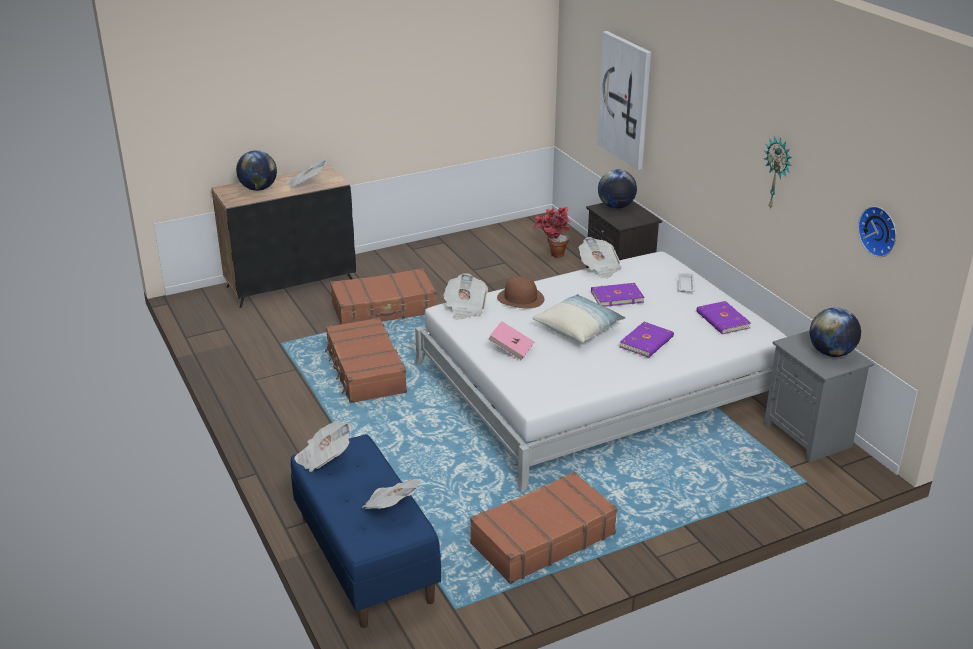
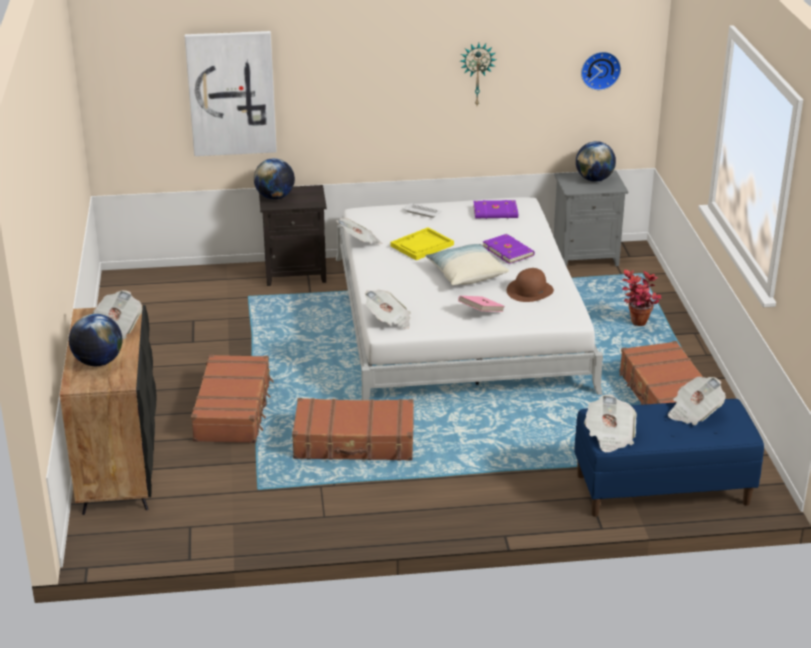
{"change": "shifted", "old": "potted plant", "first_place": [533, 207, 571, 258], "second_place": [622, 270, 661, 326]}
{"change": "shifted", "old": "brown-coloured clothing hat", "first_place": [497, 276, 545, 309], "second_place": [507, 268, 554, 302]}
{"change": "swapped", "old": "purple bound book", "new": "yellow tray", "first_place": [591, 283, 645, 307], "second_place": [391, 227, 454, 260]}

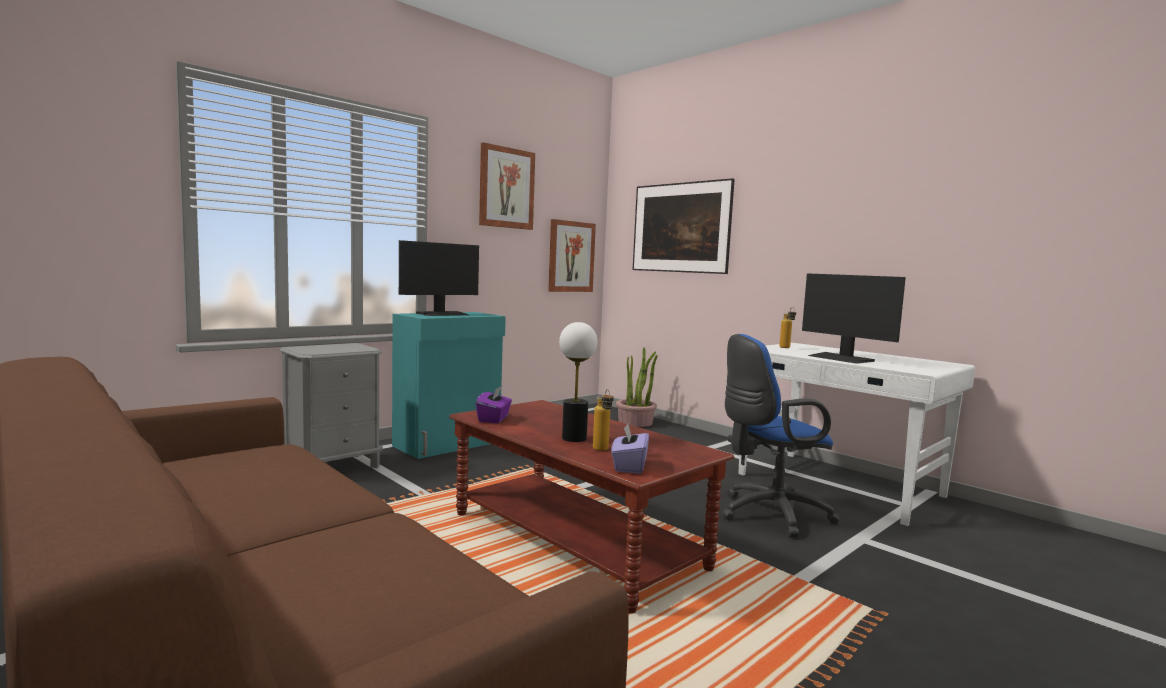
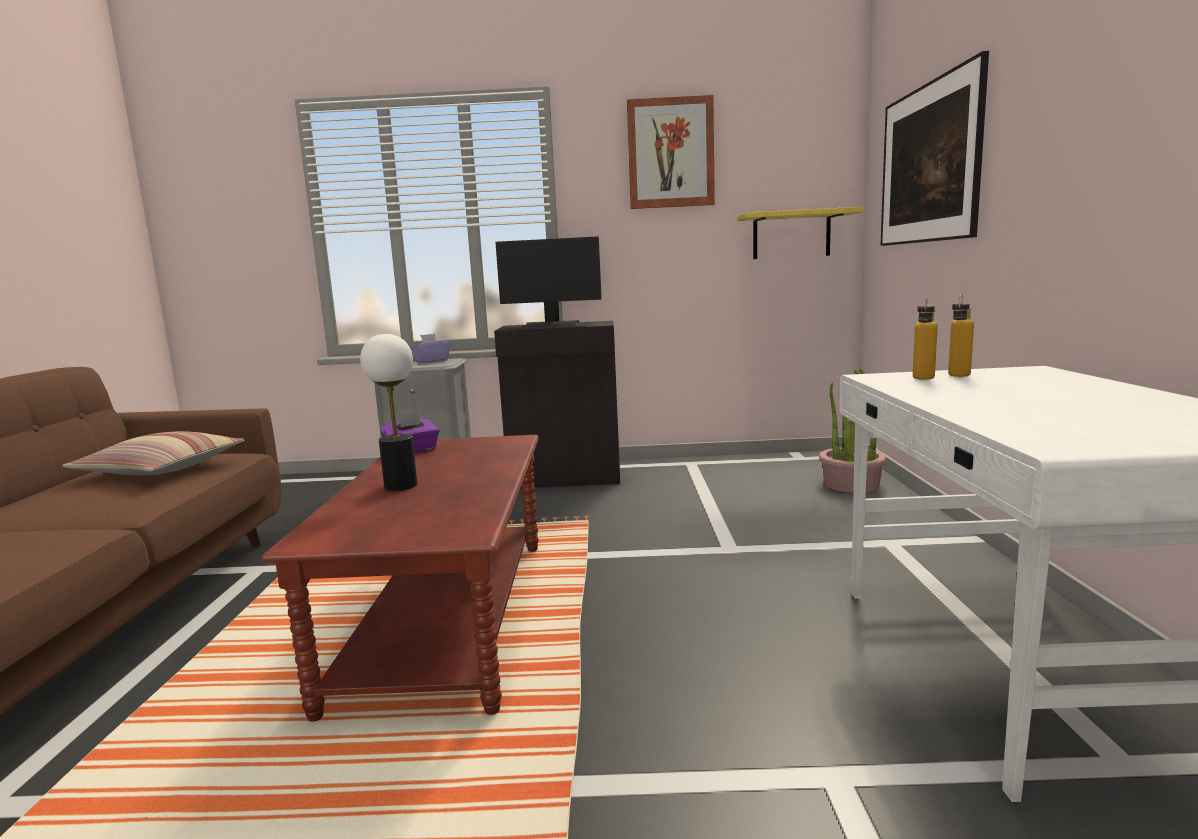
{"change": "swapped", "old": "picture", "new": "yellow wall shelf", "first_place": [548, 219, 596, 292], "second_place": [737, 207, 864, 259]}
{"change": "gone", "old": "monitor", "first_place": [802, 273, 906, 364]}
{"change": "repainted", "old": "turquoise cabinet", "new": "blackish cabinet", "first_place": [392, 312, 506, 459], "second_place": [494, 321, 620, 488]}
{"change": "gone", "old": "blue-coloured office chair", "first_place": [722, 334, 839, 538]}
{"change": "shifted", "old": "drink bottle", "first_place": [593, 389, 614, 451], "second_place": [913, 296, 938, 380]}
{"change": "shifted", "old": "purple tissue holder", "first_place": [611, 423, 649, 474], "second_place": [410, 333, 450, 363]}
{"change": "new", "new": "throw pillow", "second_place": [62, 431, 245, 475]}

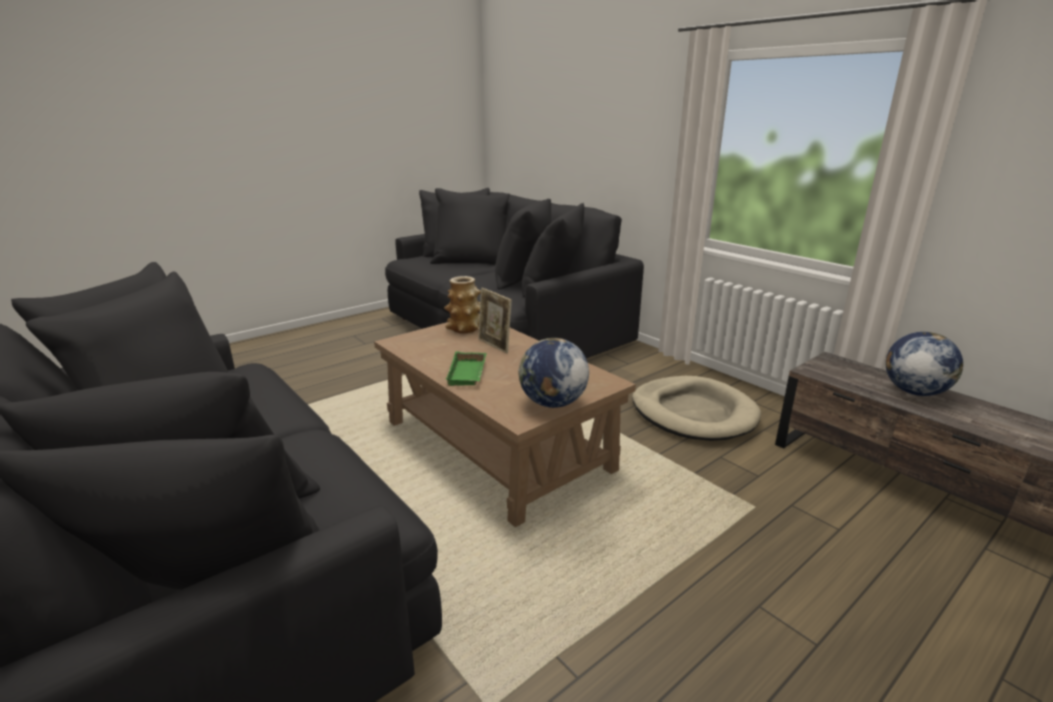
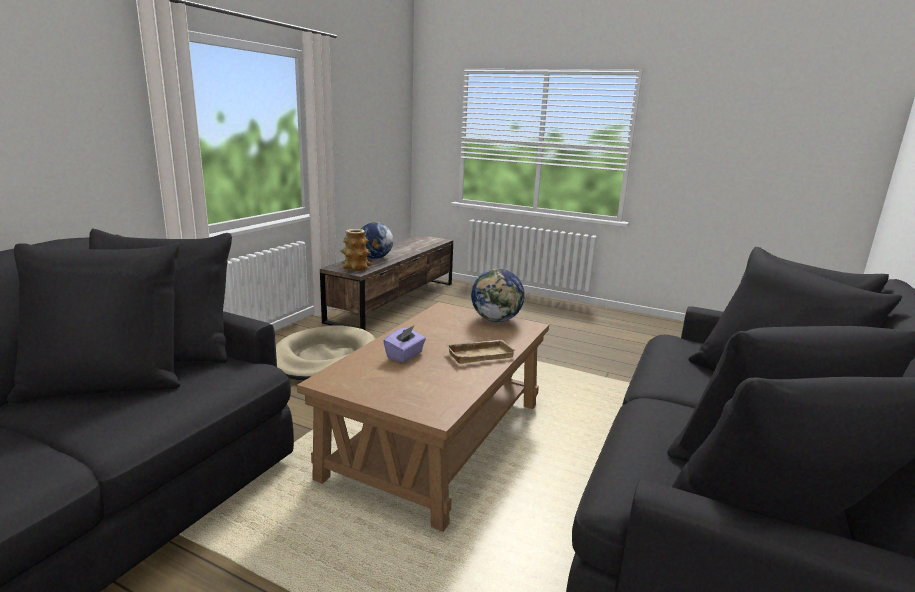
{"change": "shifted", "old": "decorative vase", "first_place": [444, 276, 481, 334], "second_place": [340, 229, 371, 271]}
{"change": "swapped", "old": "picture frame", "new": "purple tissue holder", "first_place": [478, 287, 512, 354], "second_place": [383, 326, 426, 363]}
{"change": "repainted", "old": "greenish tray", "new": "sand-coloured tray", "first_place": [445, 351, 486, 386], "second_place": [446, 340, 516, 364]}

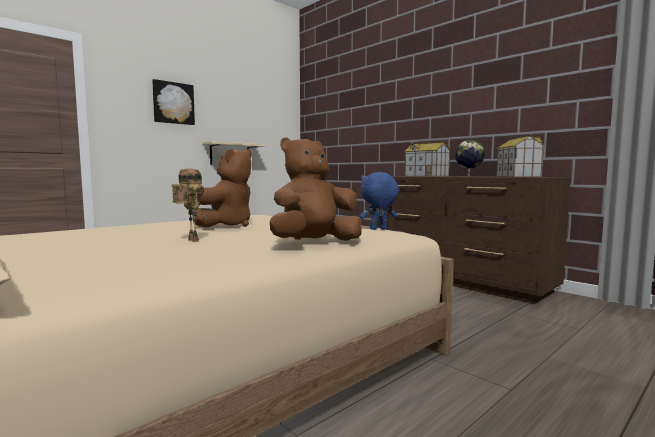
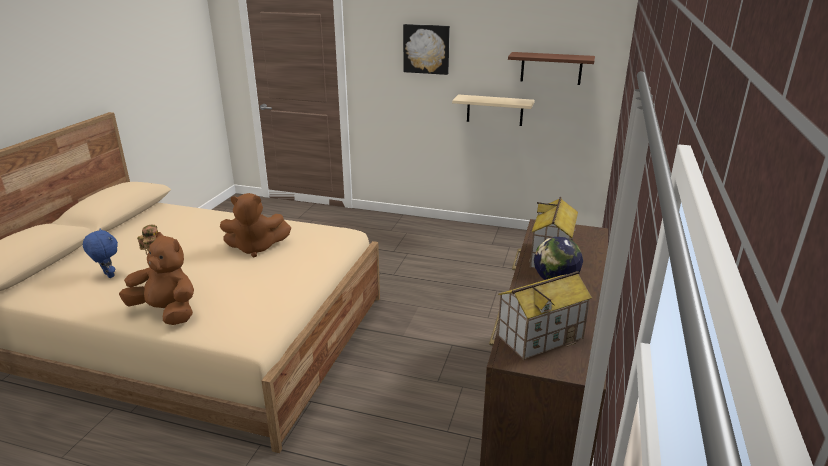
{"change": "shifted", "old": "blue-coloured soft toy", "first_place": [360, 172, 399, 230], "second_place": [83, 229, 118, 278]}
{"change": "new", "new": "brown-coloured wall shelf", "second_place": [508, 52, 595, 85]}

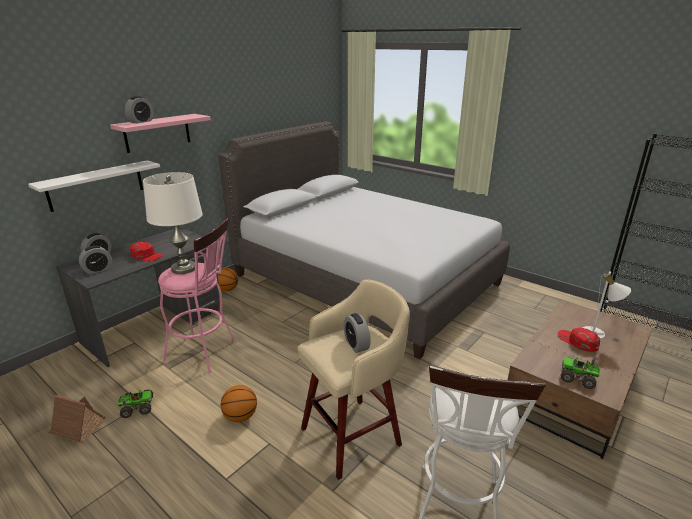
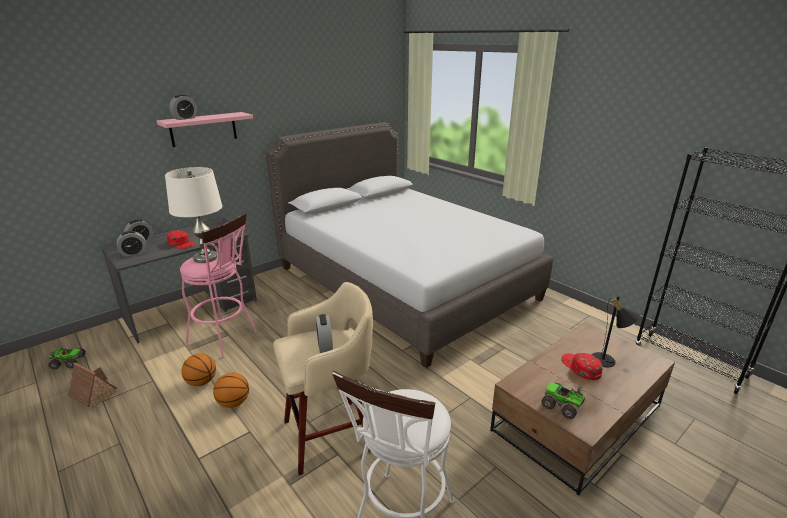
{"change": "gone", "old": "whitish wall shelf", "first_place": [28, 160, 160, 212]}
{"change": "shifted", "old": "ball for basketball", "first_place": [217, 268, 238, 291], "second_place": [181, 353, 216, 386]}
{"change": "repainted", "old": "whitish table lamp", "new": "blackish table lamp", "first_place": [582, 272, 631, 339], "second_place": [592, 296, 640, 367]}
{"change": "shifted", "old": "toy truck", "first_place": [118, 390, 153, 418], "second_place": [48, 347, 86, 369]}

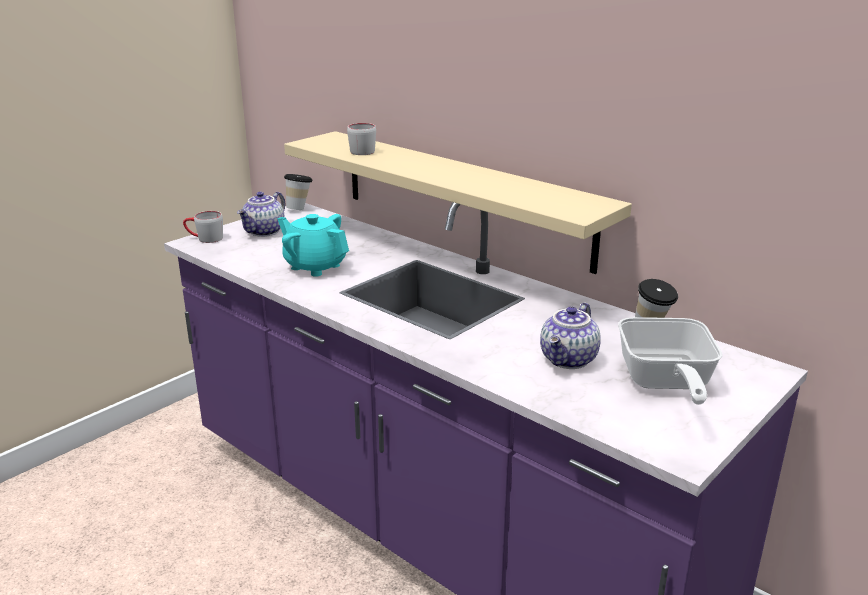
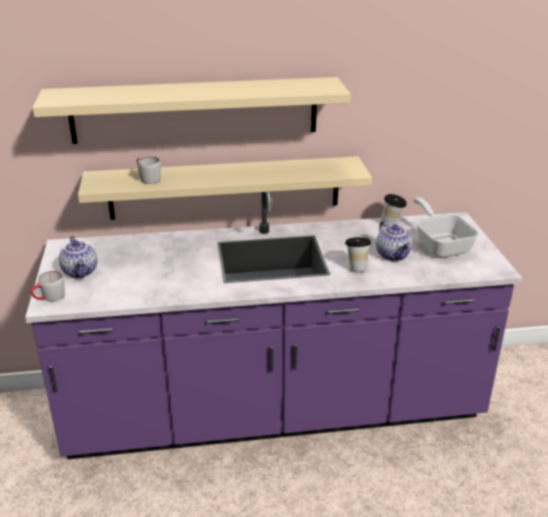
{"change": "shifted", "old": "cup", "first_place": [284, 174, 312, 210], "second_place": [345, 237, 371, 271]}
{"change": "gone", "old": "turquoise tea pot", "first_place": [278, 214, 349, 277]}
{"change": "rotated", "old": "skillet", "first_place": [618, 317, 723, 405], "second_place": [413, 197, 479, 257], "degrees": -150}
{"change": "new", "new": "sand-coloured wall shelf", "second_place": [33, 77, 351, 144]}

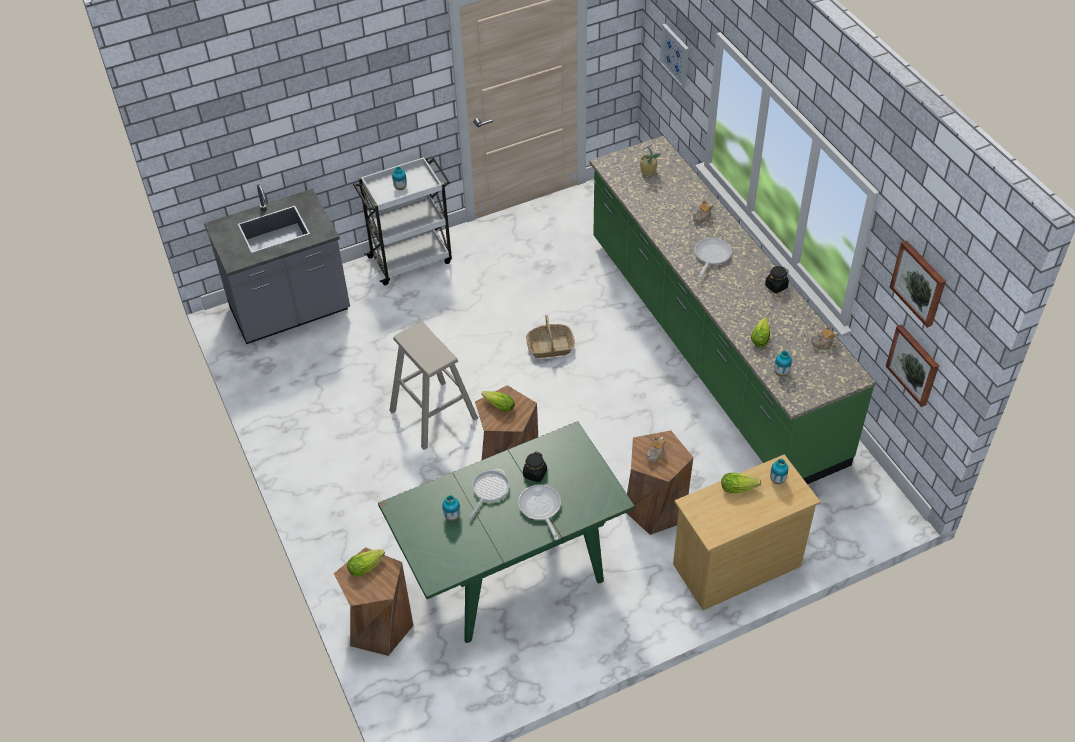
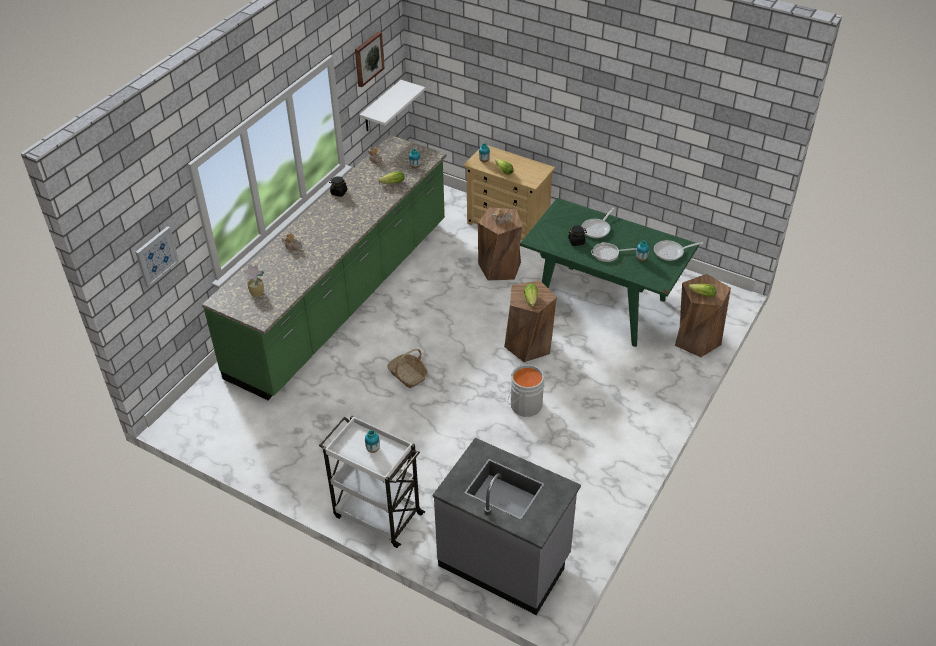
{"change": "shifted", "old": "skillet", "first_place": [694, 238, 732, 278], "second_place": [654, 240, 703, 261]}
{"change": "swapped", "old": "sand-coloured stool seat", "new": "gray pail", "first_place": [389, 322, 478, 450], "second_place": [507, 364, 545, 417]}
{"change": "swapped", "old": "picture", "new": "whitish wall shelf", "first_place": [886, 324, 939, 407], "second_place": [360, 80, 426, 131]}

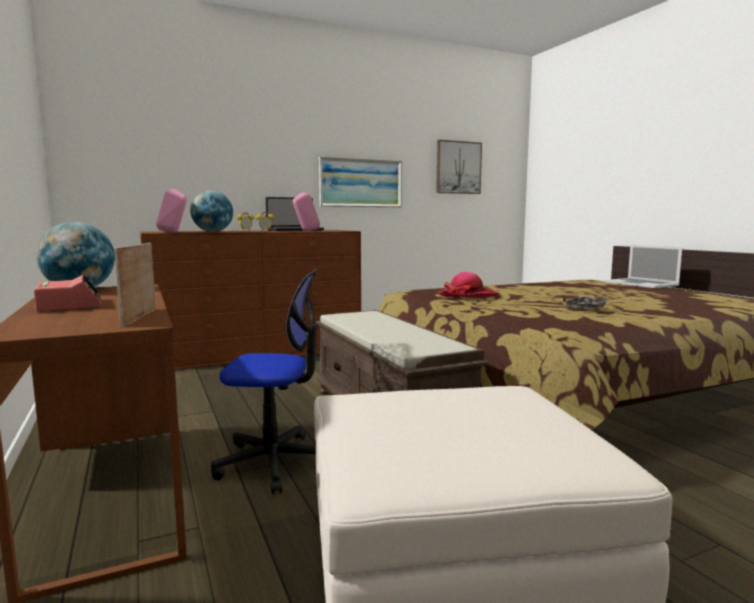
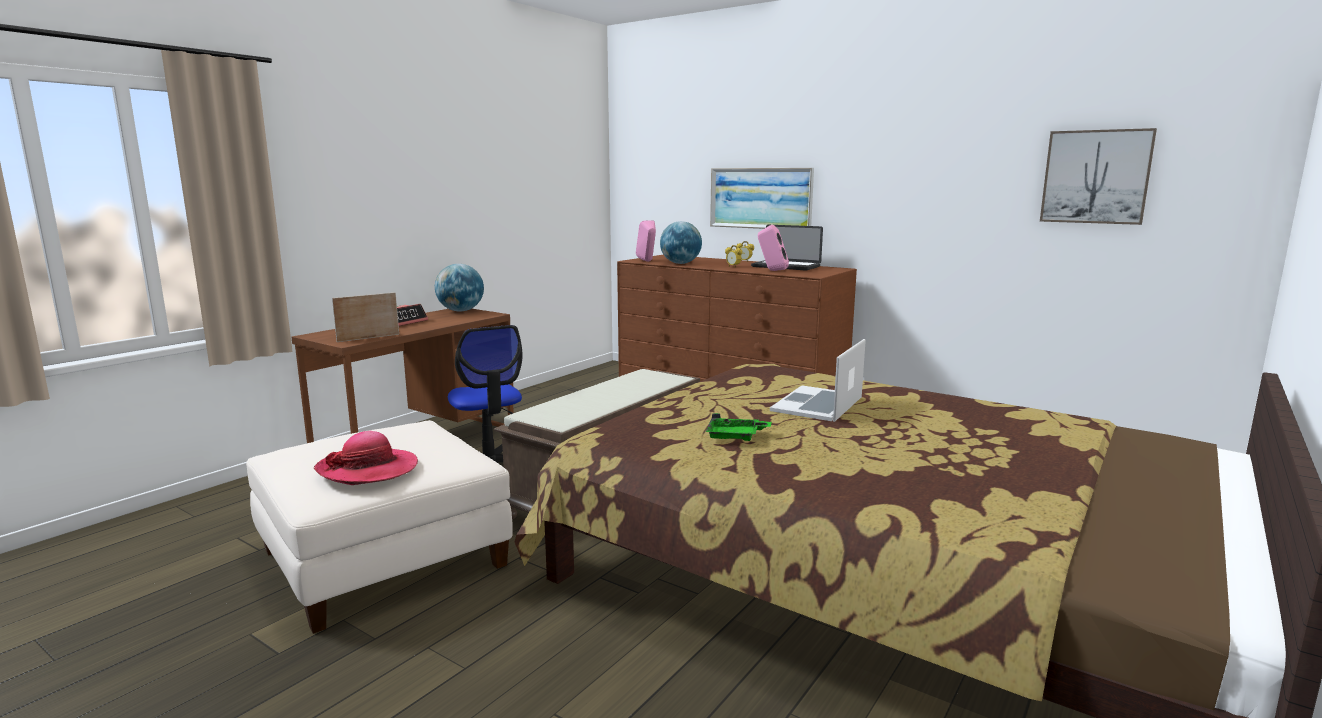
{"change": "shifted", "old": "picture", "first_place": [319, 157, 402, 207], "second_place": [710, 168, 814, 229]}
{"change": "shifted", "old": "laptop", "first_place": [605, 245, 682, 288], "second_place": [770, 339, 865, 422]}
{"change": "shifted", "old": "clothing hat", "first_place": [437, 272, 499, 298], "second_place": [314, 431, 418, 485]}
{"change": "repainted", "old": "gray tray", "new": "greenish tray", "first_place": [563, 296, 609, 311], "second_place": [705, 413, 772, 441]}

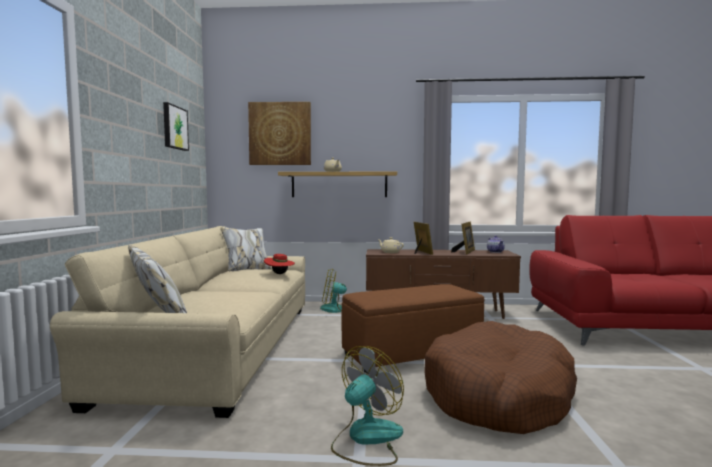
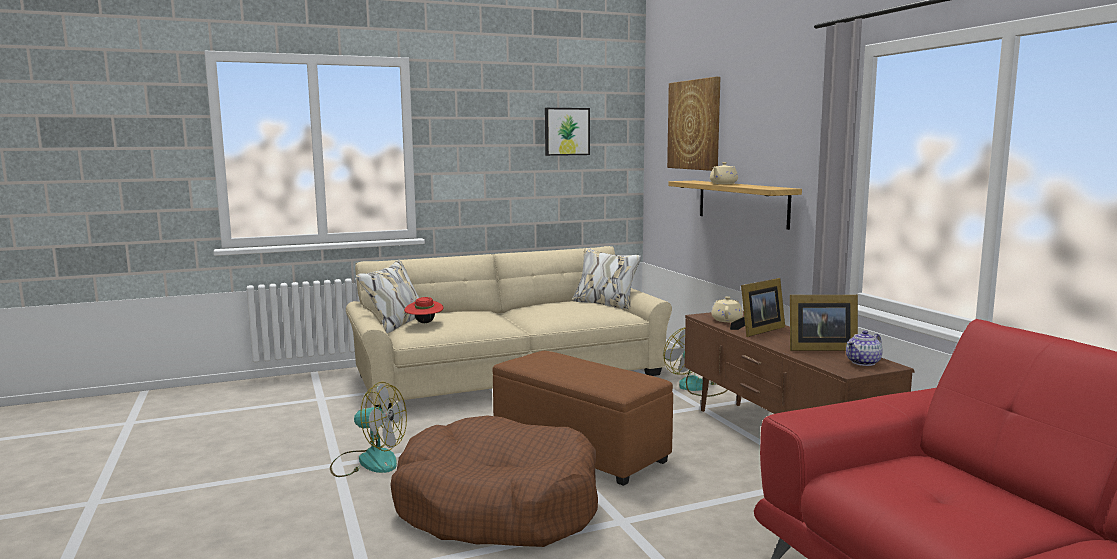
{"change": "shifted", "old": "reddish clothing hat", "first_place": [264, 254, 295, 274], "second_place": [404, 297, 444, 323]}

